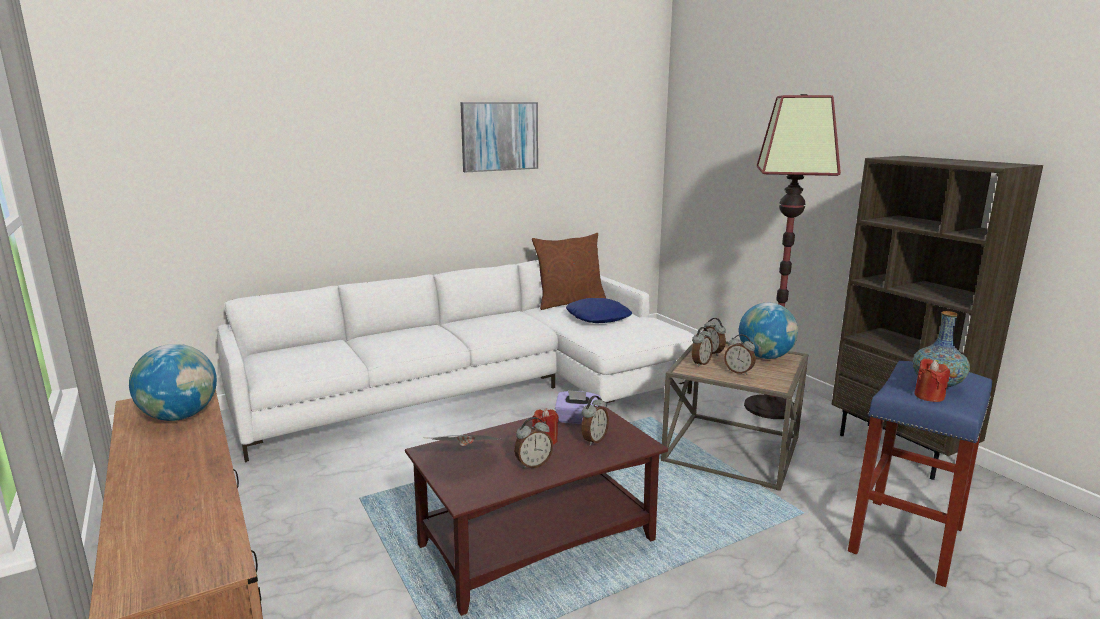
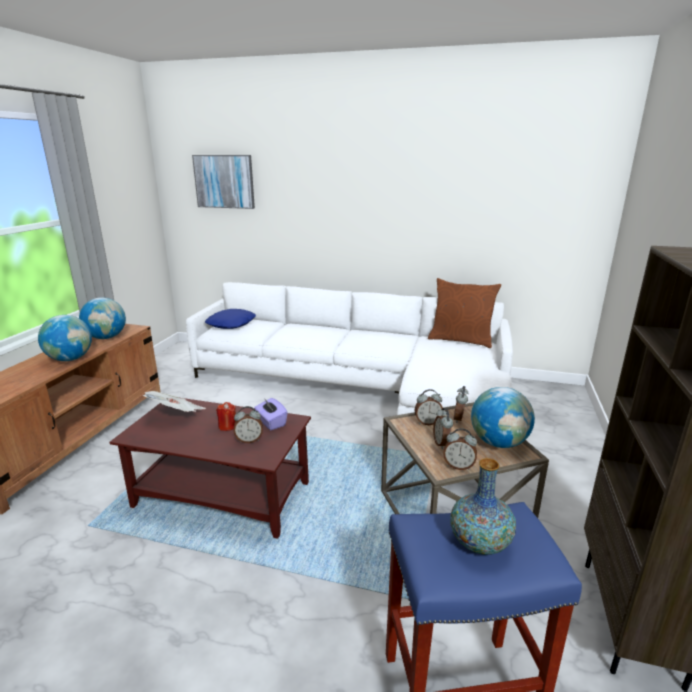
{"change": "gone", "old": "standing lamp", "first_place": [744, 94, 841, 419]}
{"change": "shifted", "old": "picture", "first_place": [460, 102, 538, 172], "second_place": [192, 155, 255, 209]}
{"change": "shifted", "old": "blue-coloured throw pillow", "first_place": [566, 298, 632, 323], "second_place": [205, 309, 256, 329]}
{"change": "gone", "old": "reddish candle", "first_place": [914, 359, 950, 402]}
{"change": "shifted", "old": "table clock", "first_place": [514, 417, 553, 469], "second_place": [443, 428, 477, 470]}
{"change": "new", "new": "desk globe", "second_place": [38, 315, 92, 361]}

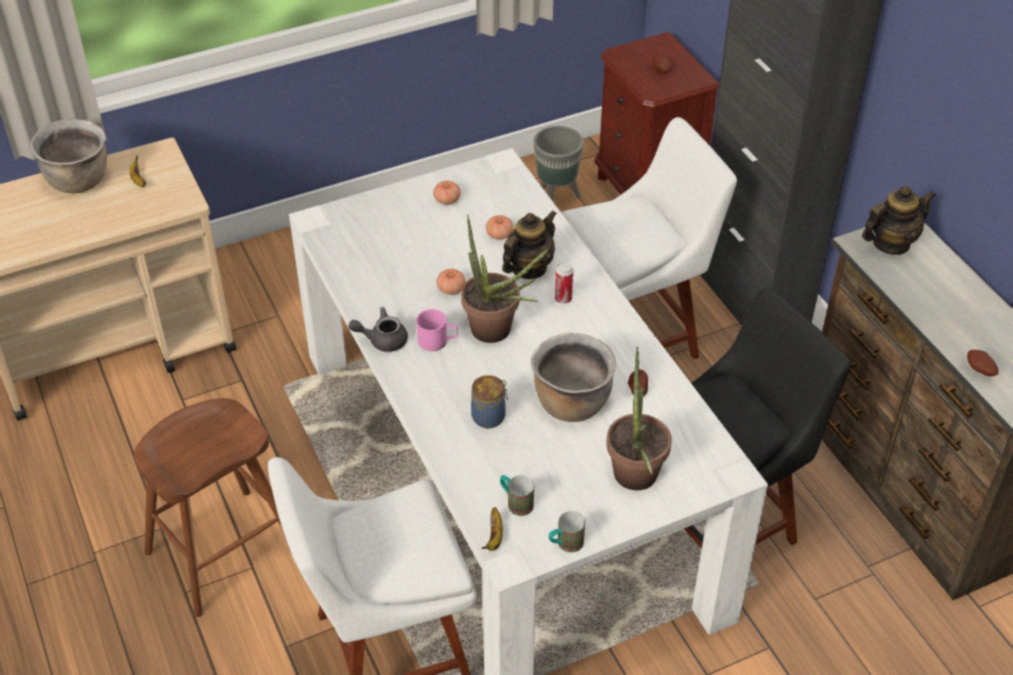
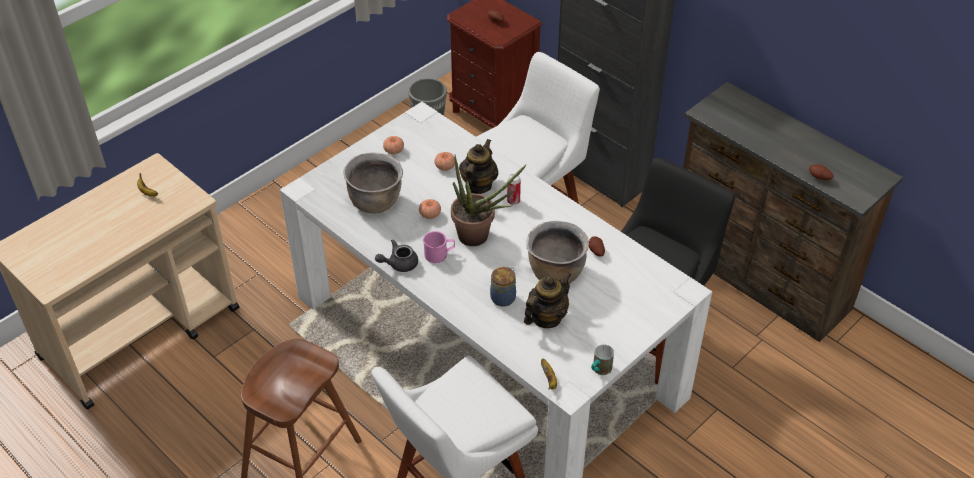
{"change": "shifted", "old": "brown-coloured cooking pot", "first_place": [31, 119, 107, 193], "second_place": [344, 152, 403, 214]}
{"change": "shifted", "old": "tea pot", "first_place": [862, 186, 936, 255], "second_place": [524, 272, 572, 328]}
{"change": "gone", "old": "potted plant", "first_place": [606, 347, 672, 490]}
{"change": "gone", "old": "coffee mug", "first_place": [500, 475, 534, 516]}

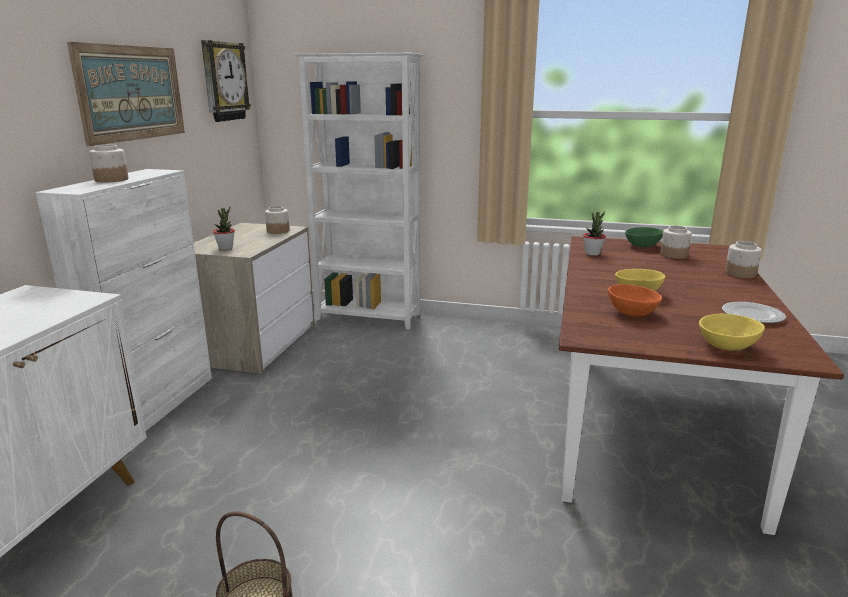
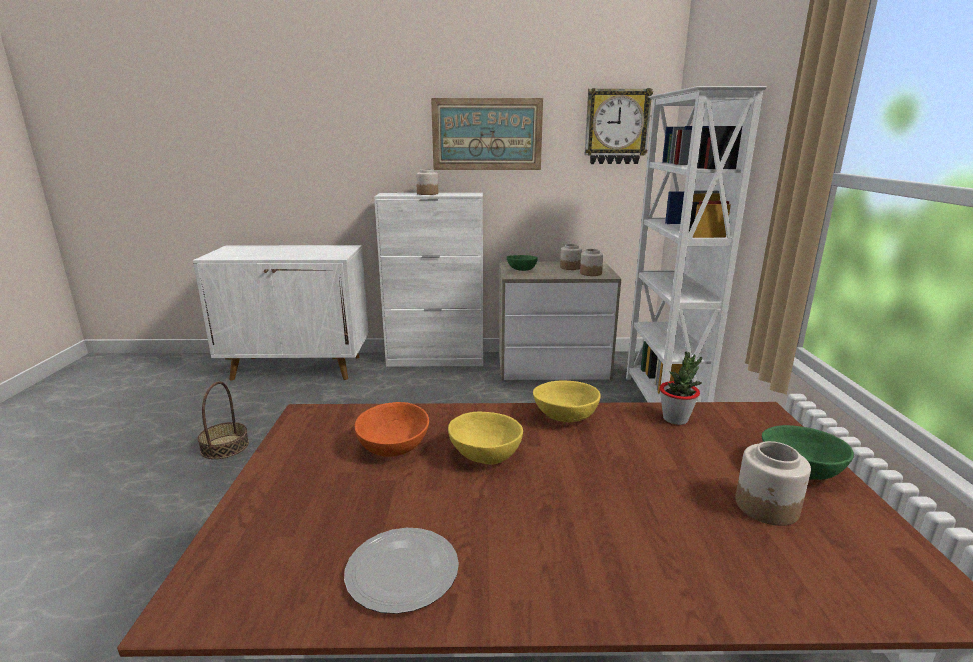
{"change": "swapped", "old": "potted plant", "new": "greenish deep dish", "first_place": [213, 207, 235, 250], "second_place": [506, 255, 538, 271]}
{"change": "shifted", "old": "storage jar", "first_place": [725, 241, 762, 278], "second_place": [560, 244, 582, 270]}
{"change": "shifted", "old": "yellow deep dish", "first_place": [699, 314, 765, 350], "second_place": [533, 381, 601, 422]}

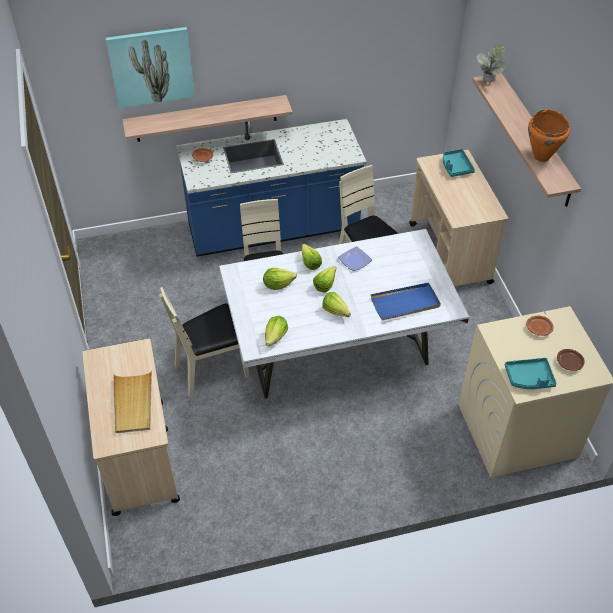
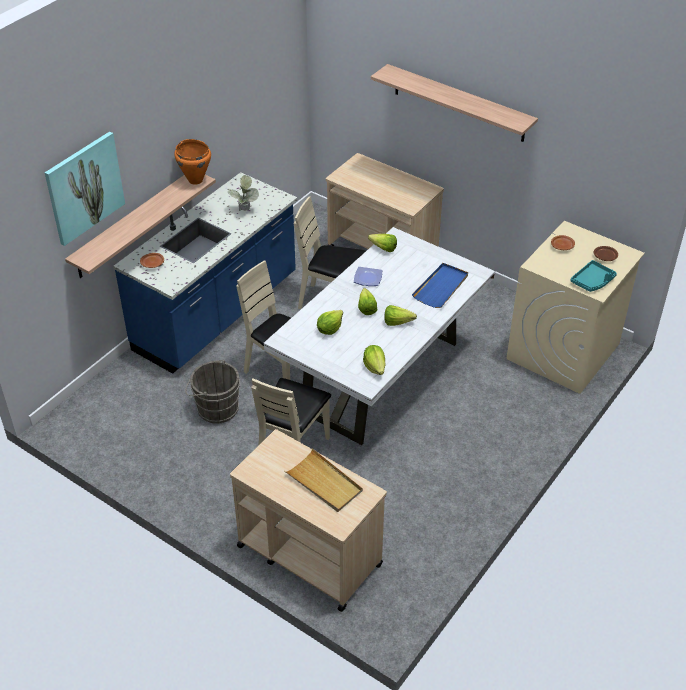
{"change": "shifted", "old": "potted plant", "first_place": [477, 44, 506, 82], "second_place": [227, 175, 259, 211]}
{"change": "shifted", "old": "orangey cooking pot", "first_place": [528, 109, 570, 162], "second_place": [174, 139, 211, 185]}
{"change": "gone", "old": "turquoise tray", "first_place": [443, 149, 475, 177]}
{"change": "shifted", "old": "lettuce", "first_place": [302, 244, 322, 270], "second_place": [368, 234, 397, 252]}
{"change": "new", "new": "gray pail", "second_place": [185, 360, 240, 424]}

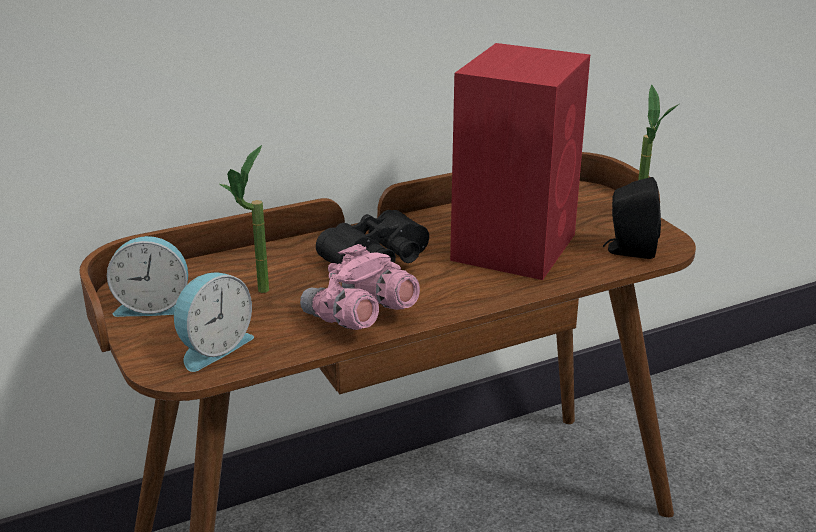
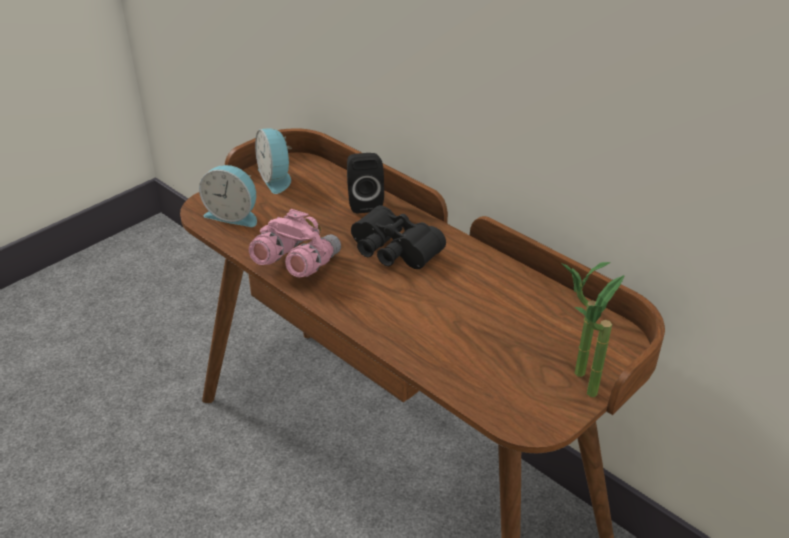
{"change": "gone", "old": "reddish speaker", "first_place": [450, 43, 590, 280]}
{"change": "shifted", "old": "potted plant", "first_place": [220, 145, 269, 293], "second_place": [561, 262, 611, 377]}
{"change": "shifted", "old": "blackish speaker", "first_place": [603, 177, 661, 259], "second_place": [347, 153, 384, 214]}

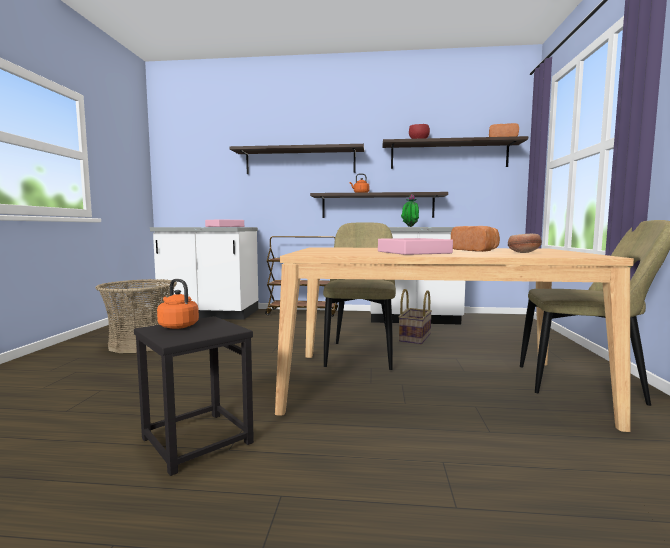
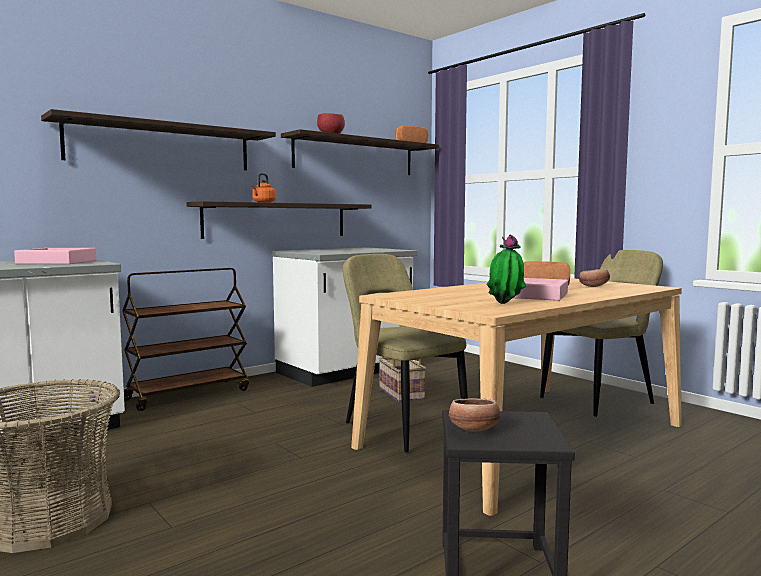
{"change": "shifted", "old": "potted plant", "first_place": [401, 194, 419, 227], "second_place": [487, 234, 526, 304]}
{"change": "swapped", "old": "orangey kettle", "new": "deep dish", "first_place": [157, 279, 199, 329], "second_place": [449, 398, 501, 432]}

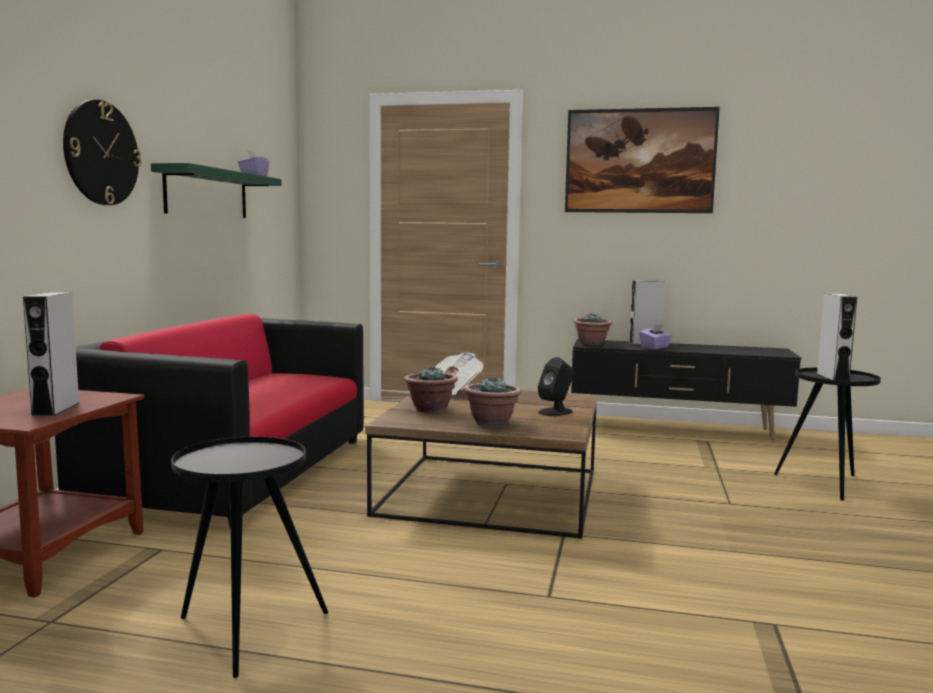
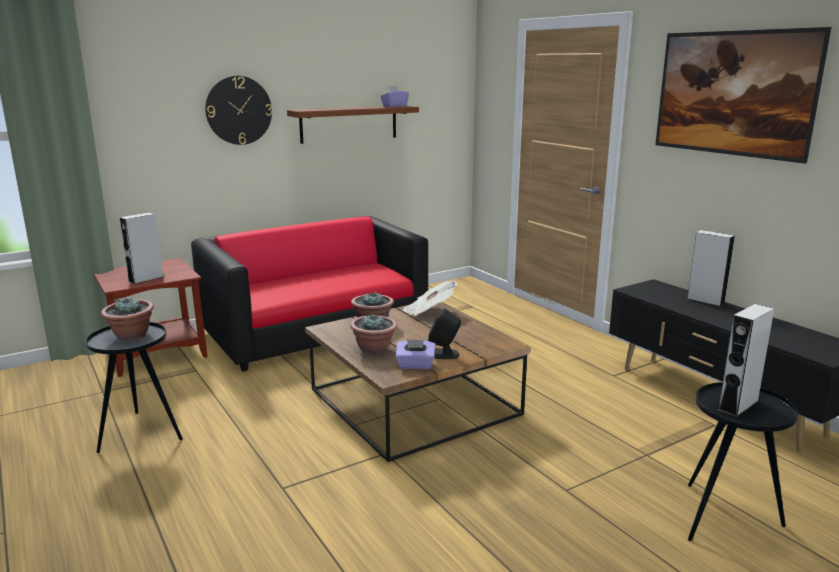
{"change": "repainted", "old": "greenish wall shelf", "new": "brown-coloured wall shelf", "first_place": [151, 163, 282, 218], "second_place": [287, 106, 419, 144]}
{"change": "shifted", "old": "potted plant", "first_place": [573, 313, 612, 346], "second_place": [101, 298, 154, 341]}
{"change": "shifted", "old": "purple tissue holder", "first_place": [639, 324, 672, 349], "second_place": [396, 339, 435, 369]}

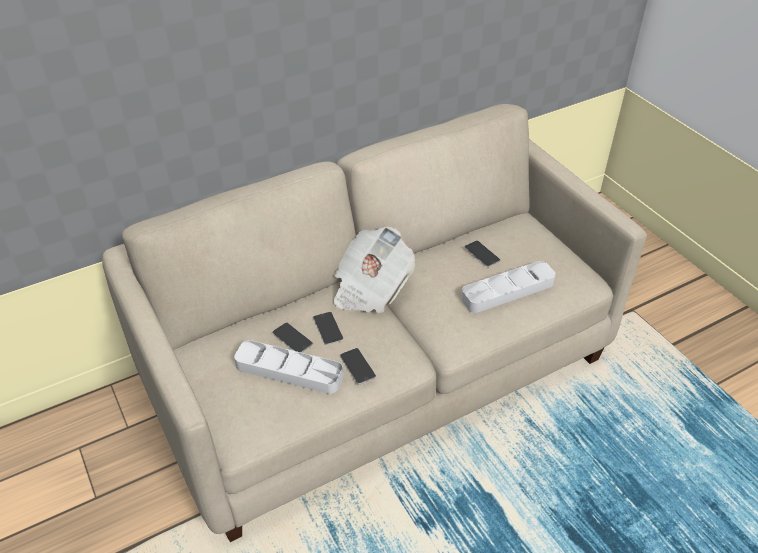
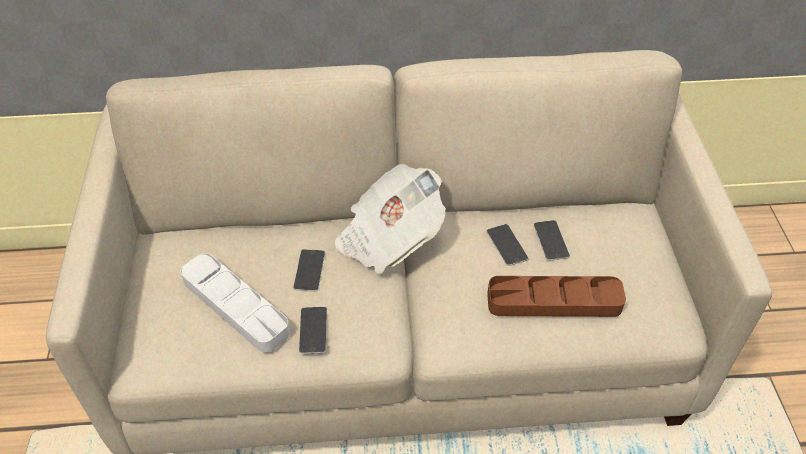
{"change": "repainted", "old": "gray tray", "new": "brown-coloured tray", "first_place": [461, 261, 556, 313], "second_place": [487, 276, 626, 317]}
{"change": "shifted", "old": "telephone", "first_place": [272, 322, 313, 353], "second_place": [486, 224, 529, 266]}

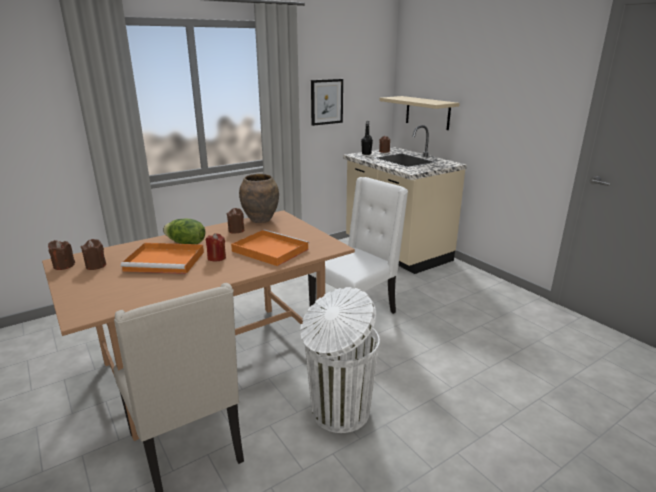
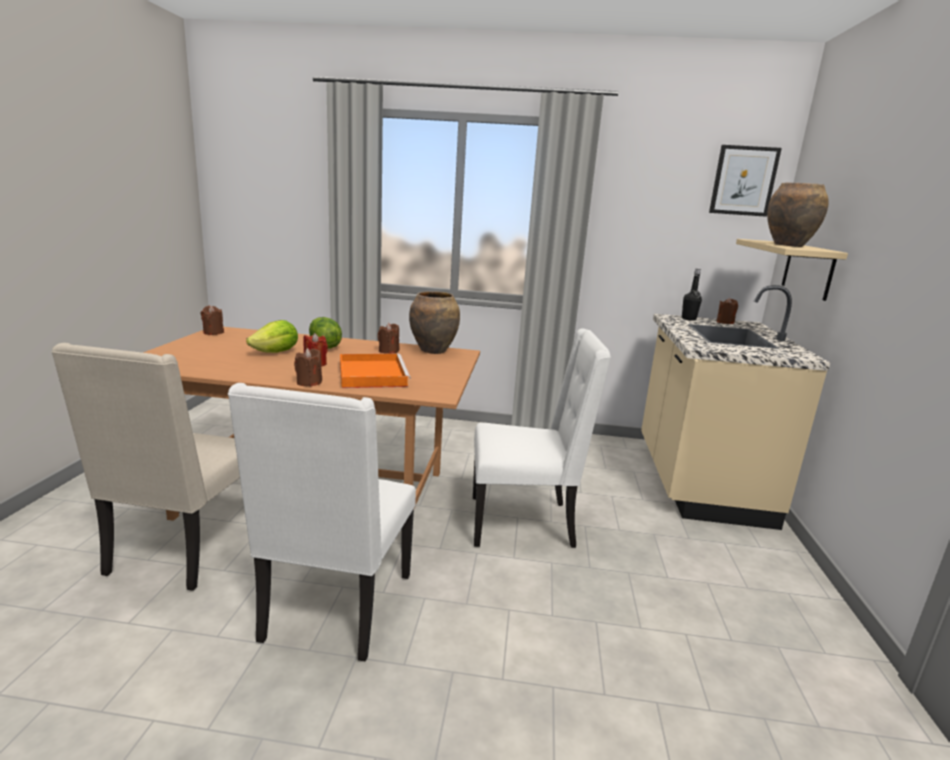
{"change": "shifted", "old": "picture", "first_place": [311, 79, 343, 126], "second_place": [709, 145, 782, 217]}
{"change": "shifted", "old": "brown-coloured candle", "first_place": [81, 239, 106, 270], "second_place": [294, 348, 322, 387]}
{"change": "swapped", "old": "orangey tray", "new": "lettuce", "first_place": [121, 243, 204, 274], "second_place": [246, 320, 298, 353]}
{"change": "swapped", "old": "whitish waste bin", "new": "whitish plain chair", "first_place": [300, 287, 380, 433], "second_place": [228, 383, 416, 662]}
{"change": "new", "new": "brown-coloured decorative vase", "second_place": [767, 182, 829, 247]}

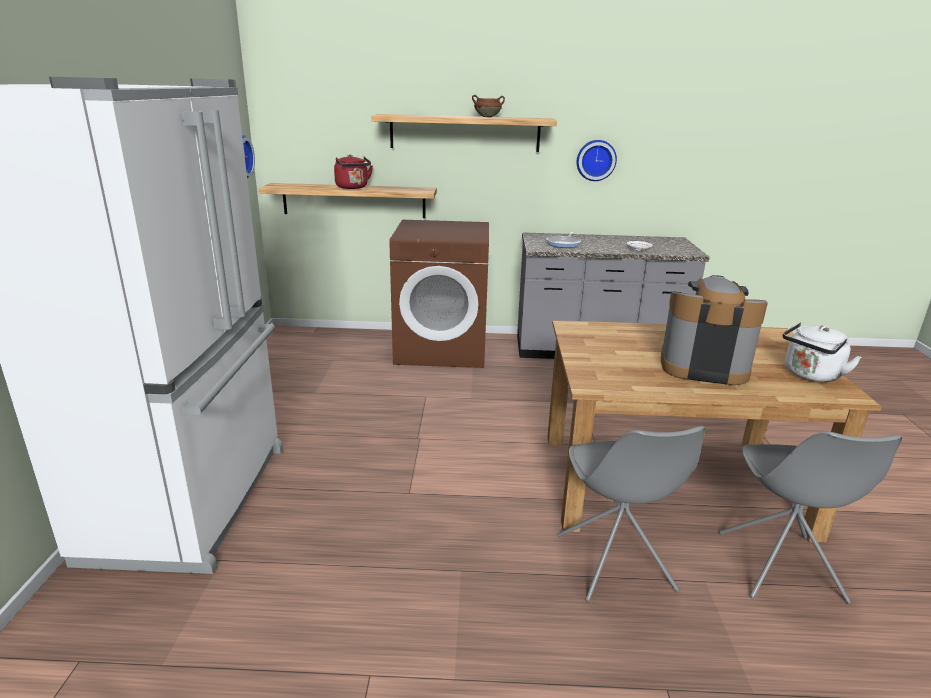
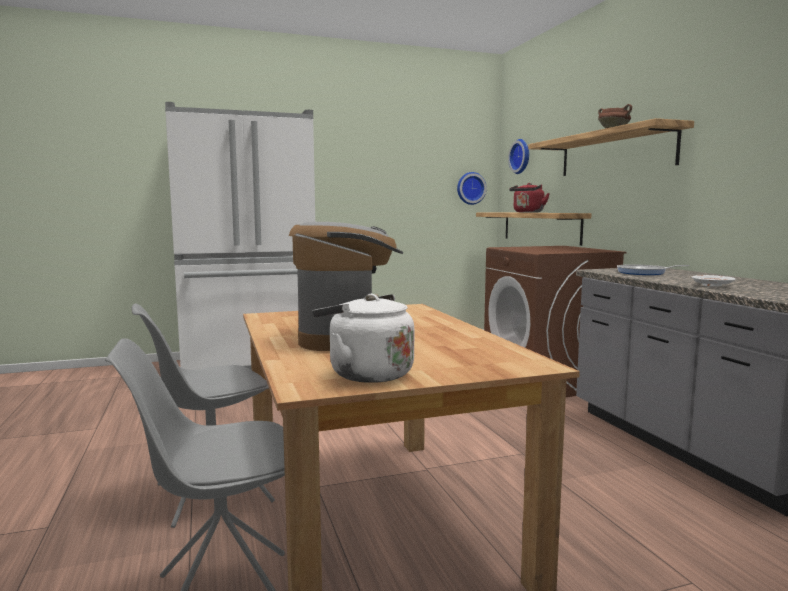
{"change": "shifted", "old": "hanging clock", "first_place": [577, 140, 617, 181], "second_place": [508, 139, 529, 174]}

